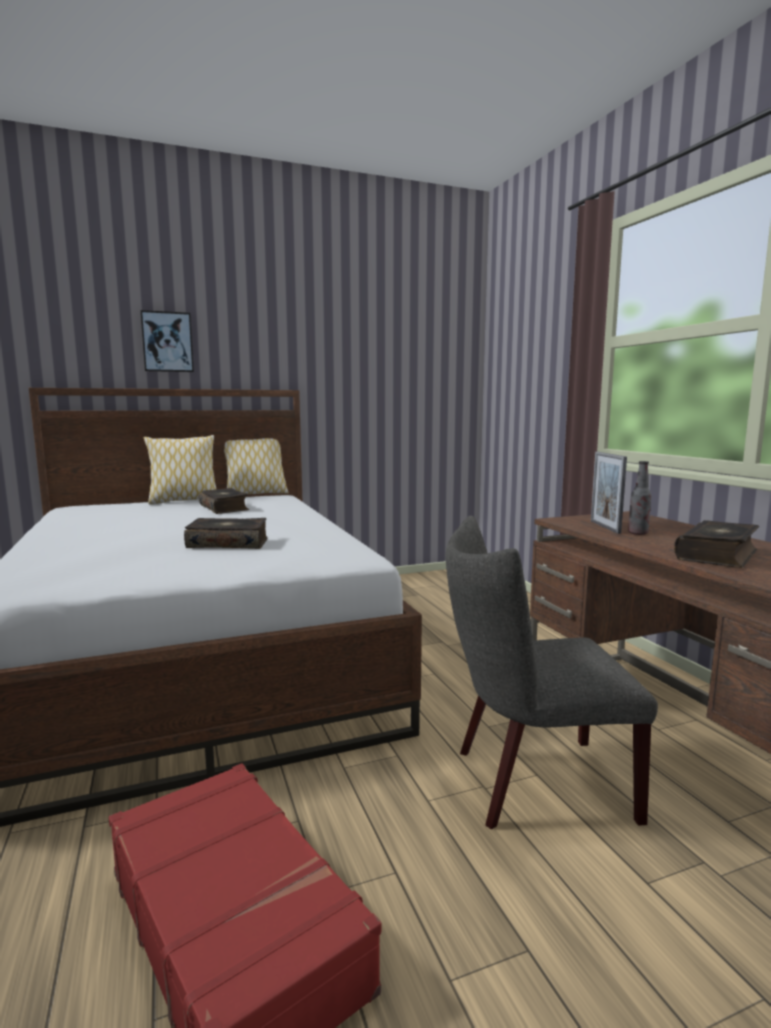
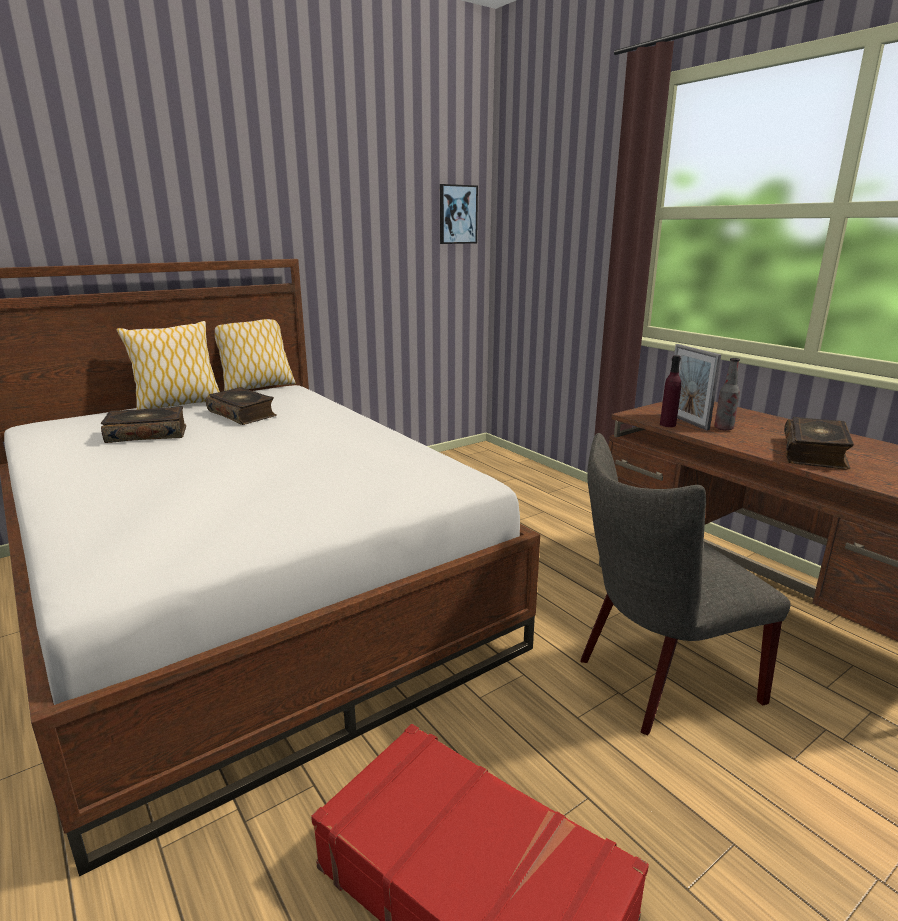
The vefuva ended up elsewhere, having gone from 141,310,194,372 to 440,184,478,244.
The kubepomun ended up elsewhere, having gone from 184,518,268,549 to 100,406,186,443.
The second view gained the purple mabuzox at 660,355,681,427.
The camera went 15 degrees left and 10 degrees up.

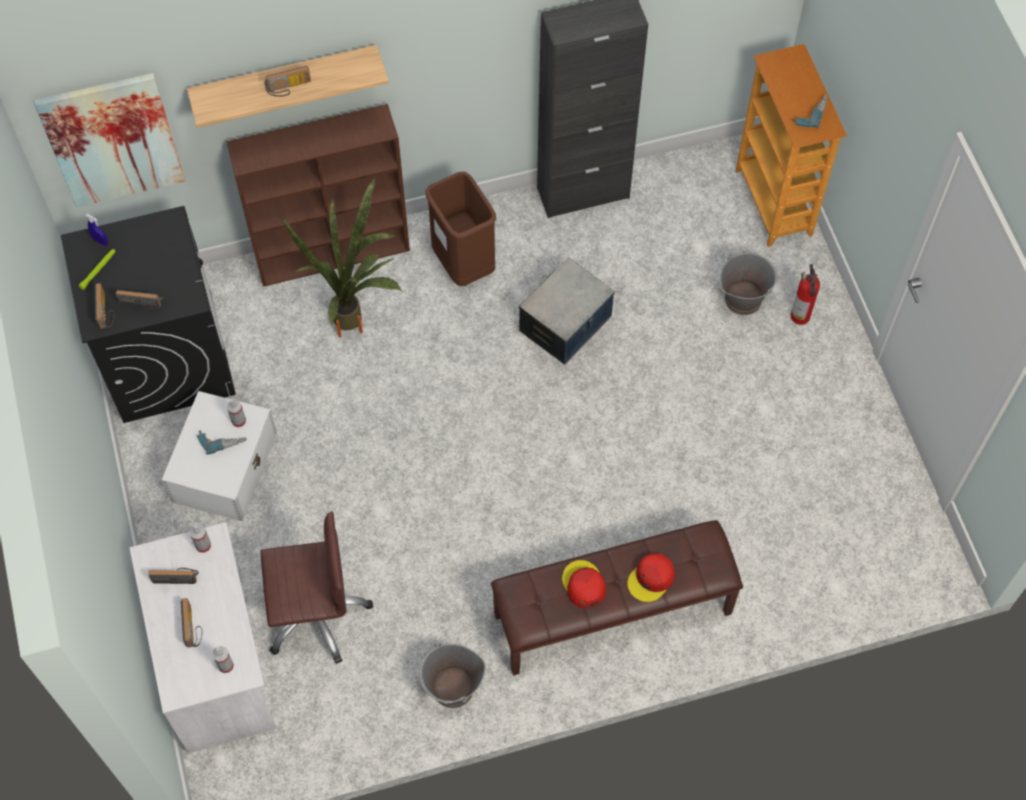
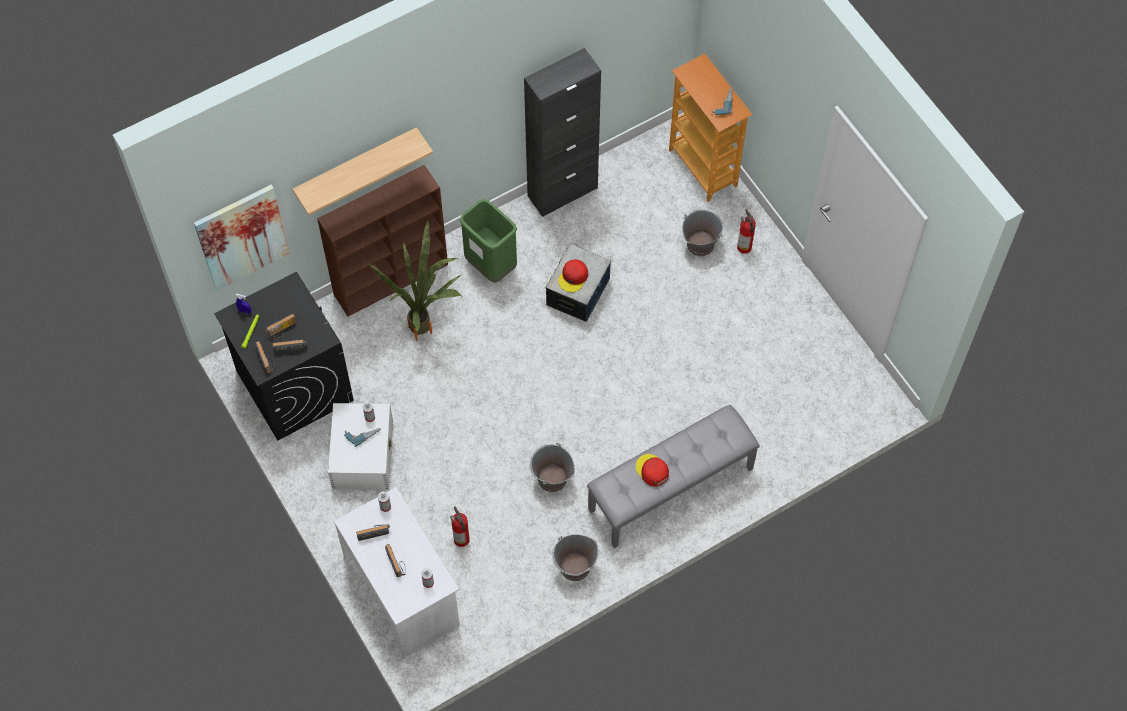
The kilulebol ended up elsewhere, having gone from 264,66,311,97 to 266,314,296,339.
What was the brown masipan at 425,171,496,286 turned into the green masipan at 459,199,517,283.
Where the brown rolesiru stood at 260,511,373,664, the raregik came to stand at 450,507,470,547.
What was the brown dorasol at 491,520,743,676 turned into the grey dorasol at 587,405,760,548.
The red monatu ended up elsewhere, having gone from 627,553,675,602 to 558,259,588,292.
The second view gained the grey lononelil at 530,442,575,492.
The camera went 15 degrees left and 0 degrees up.

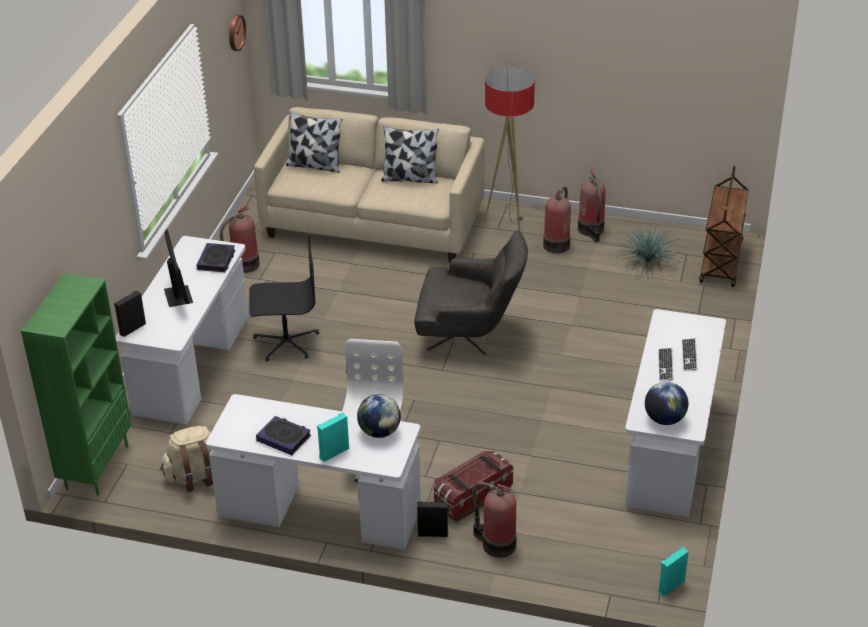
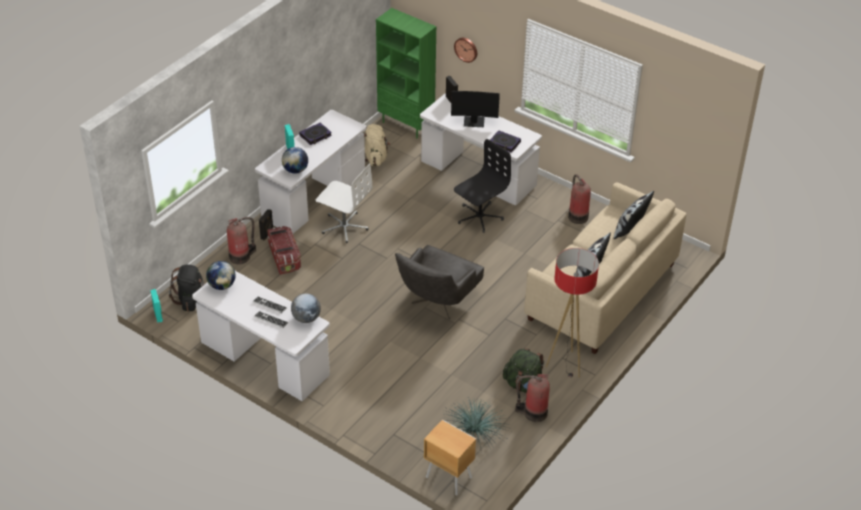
The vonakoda ended up elsewhere, having gone from 229,15,246,51 to 454,38,477,63.
Where the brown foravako stood at 700,166,749,287, the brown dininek came to stand at 424,419,477,495.
Where the raregik stood at 543,186,571,254, the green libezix came to stand at 503,348,544,393.
The black rolesiru at 249,235,319,361 ended up facing another way, 150 degrees counterclockwise from before.
The second view gained the black libezix at 169,264,204,312.
The second view gained the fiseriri at 291,293,321,323.
The camera went 110 degrees right and 5 degrees up.

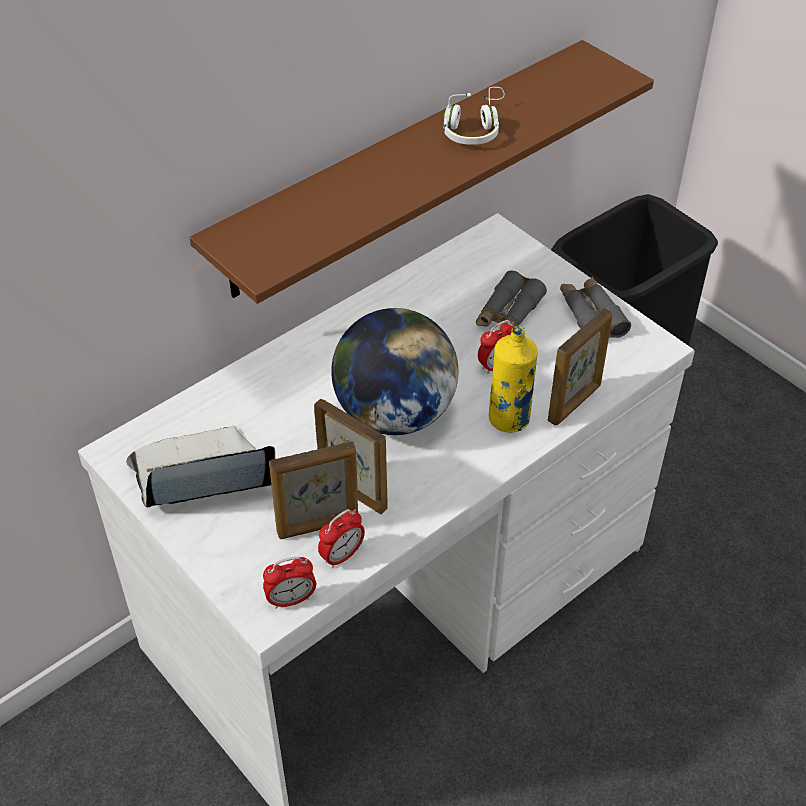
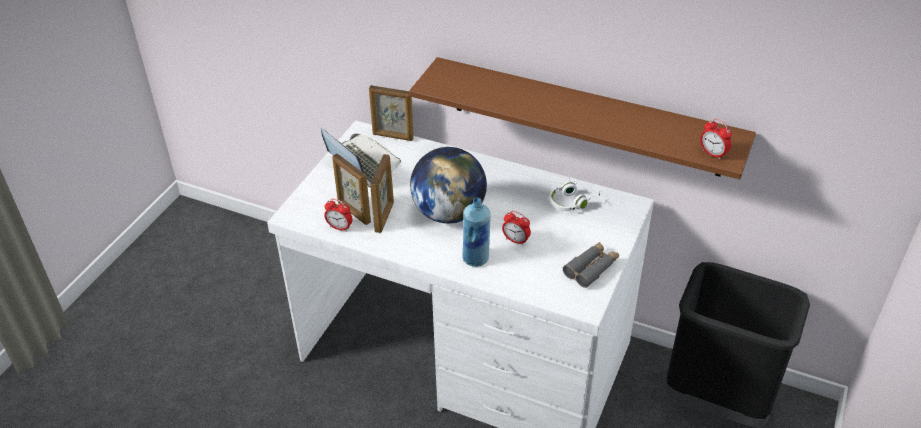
The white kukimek ended up elsewhere, having gone from 443,87,505,145 to 549,177,606,211.
The second view lost the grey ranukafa at 476,271,547,329.
The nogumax ended up elsewhere, having gone from 548,308,613,425 to 369,85,414,141.
What was the yellow mabuzox at 489,326,538,433 turned into the blue mabuzox at 462,198,491,267.
The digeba ended up elsewhere, having gone from 263,557,316,609 to 700,119,732,160.
The camera went 65 degrees right and 5 degrees down.

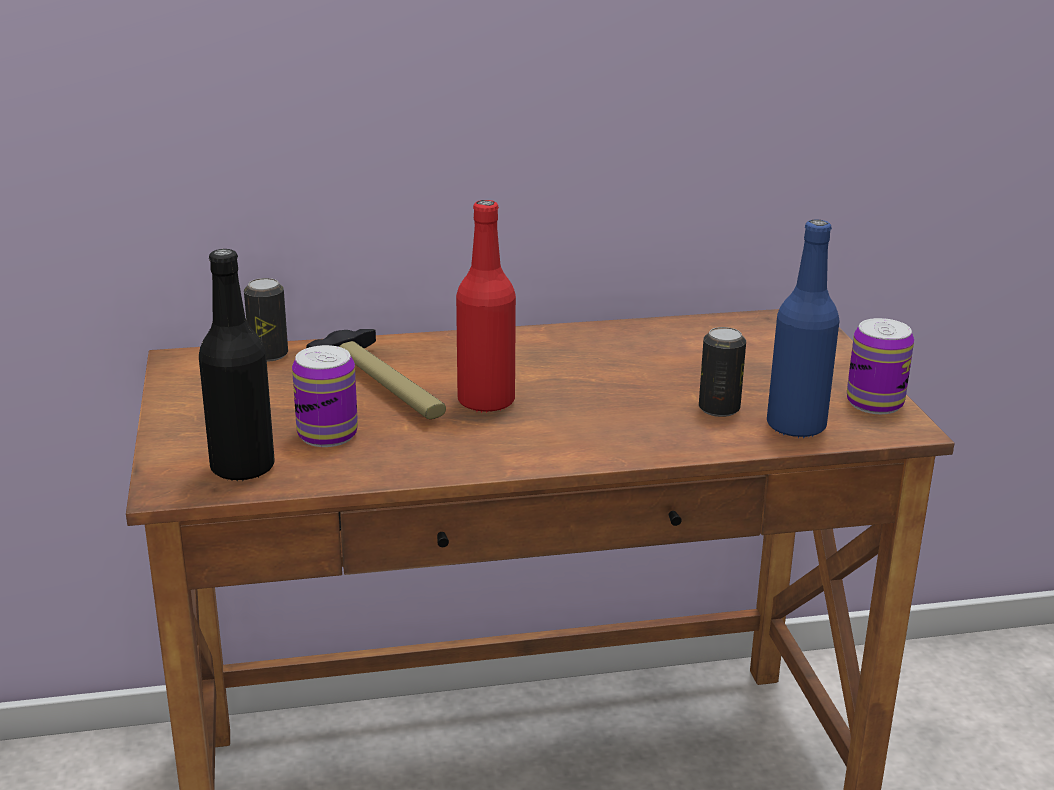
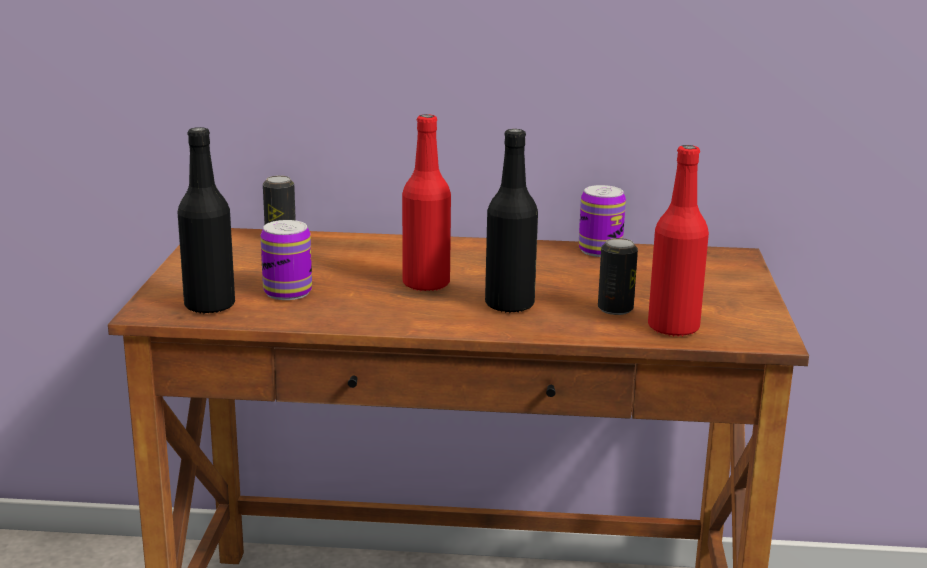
What was the blue mabuzox at 767,220,840,438 turned into the red mabuzox at 648,145,709,337.
The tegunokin ended up elsewhere, having gone from 847,318,914,414 to 579,185,626,257.
The second view lost the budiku at 306,329,446,419.
The second view gained the black mabuzox at 485,129,538,313.
The camera went 15 degrees right and 5 degrees down.

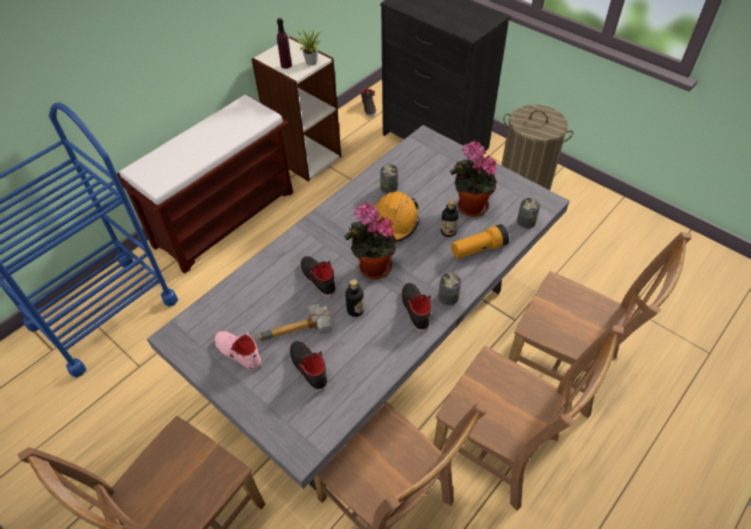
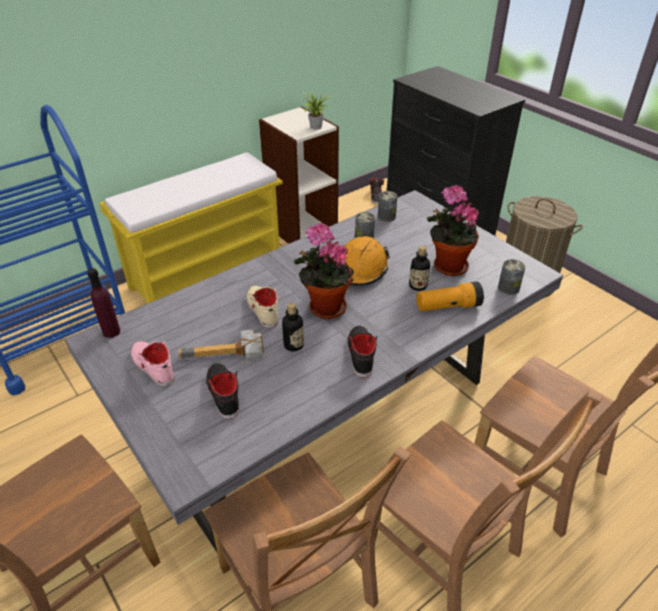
The purple mabuzox ended up elsewhere, having gone from 277,18,292,69 to 87,268,120,338.
What was the brown dorasol at 117,95,293,274 turned into the yellow dorasol at 100,152,283,304.
What was the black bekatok at 300,256,336,297 turned into the beige bekatok at 247,286,278,328.
The tegunokin ended up elsewhere, having gone from 438,272,461,306 to 378,191,398,222.
The camera went 10 degrees right and 10 degrees down.

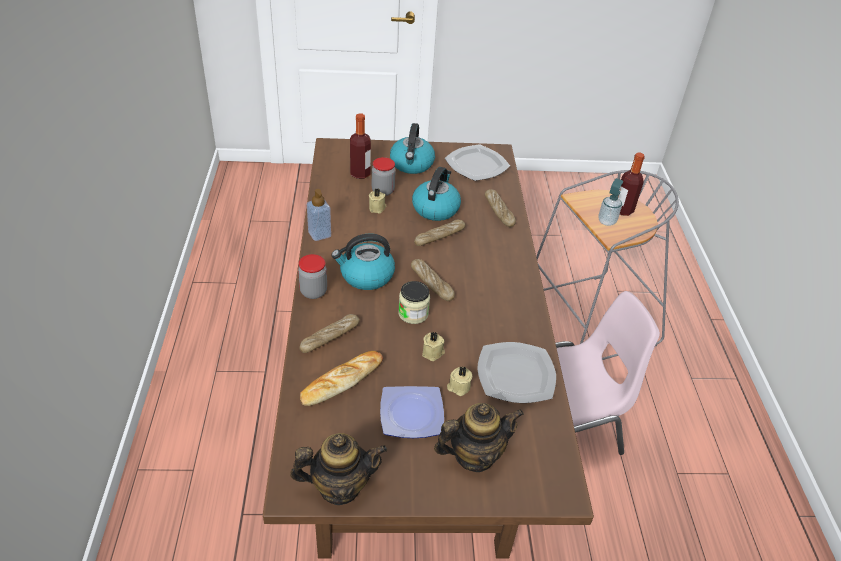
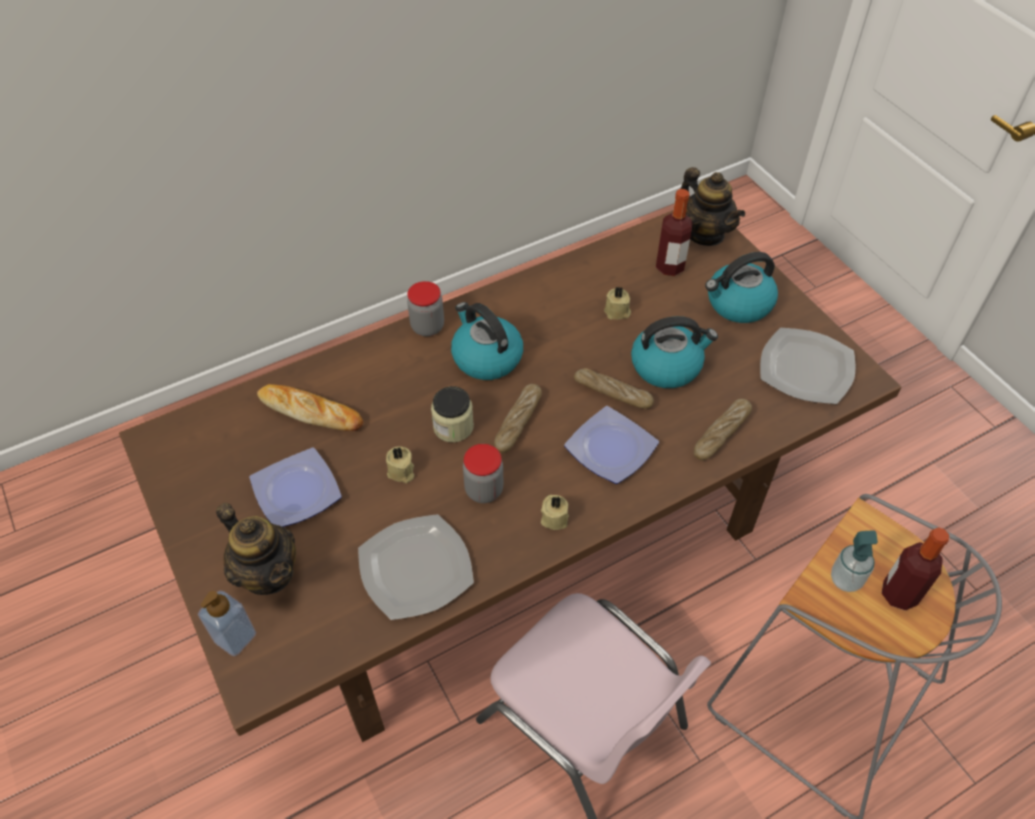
The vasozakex ended up elsewhere, having gone from 372,157,396,196 to 463,444,504,503.
The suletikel ended up elsewhere, having gone from 307,189,331,241 to 198,591,256,656.
The second view lost the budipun at 299,314,359,353.
The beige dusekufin ended up elsewhere, having gone from 447,366,472,396 to 541,495,569,530.
The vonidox ended up elsewhere, having gone from 290,433,387,505 to 681,167,745,246.
The second view gained the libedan at 564,406,659,484.
The camera went 65 degrees right and 10 degrees up.

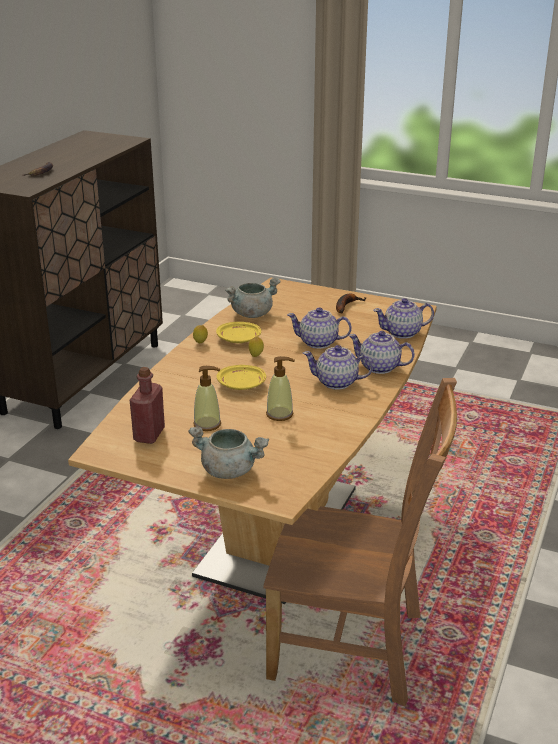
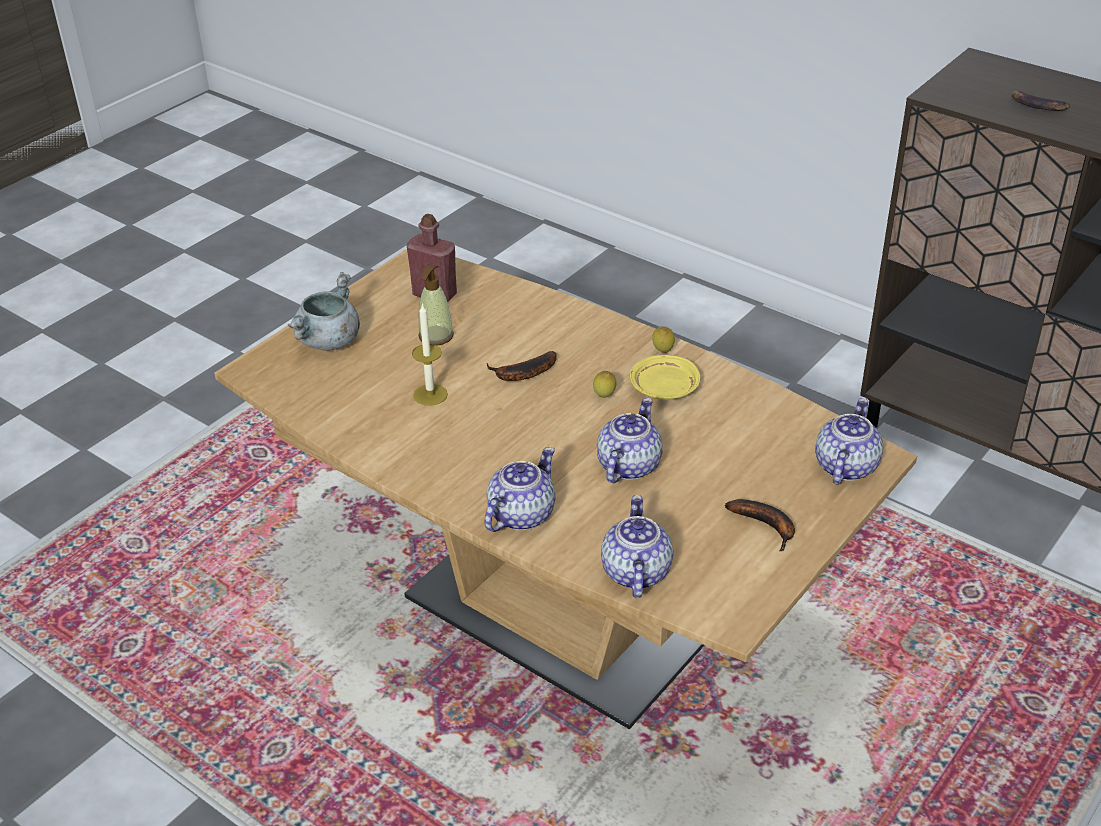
The second view lost the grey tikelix at 225,278,281,318.
The vonidox ended up elsewhere, having gone from 303,345,373,390 to 815,398,883,485.
Where the suletikel stood at 266,356,295,421, the dusekufin came to stand at 412,303,448,406.
Where the yellow libedan stood at 217,365,266,390, the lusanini came to stand at 487,351,557,381.
The second view lost the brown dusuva at 263,378,457,706.
The camera went 105 degrees right and 10 degrees up.

